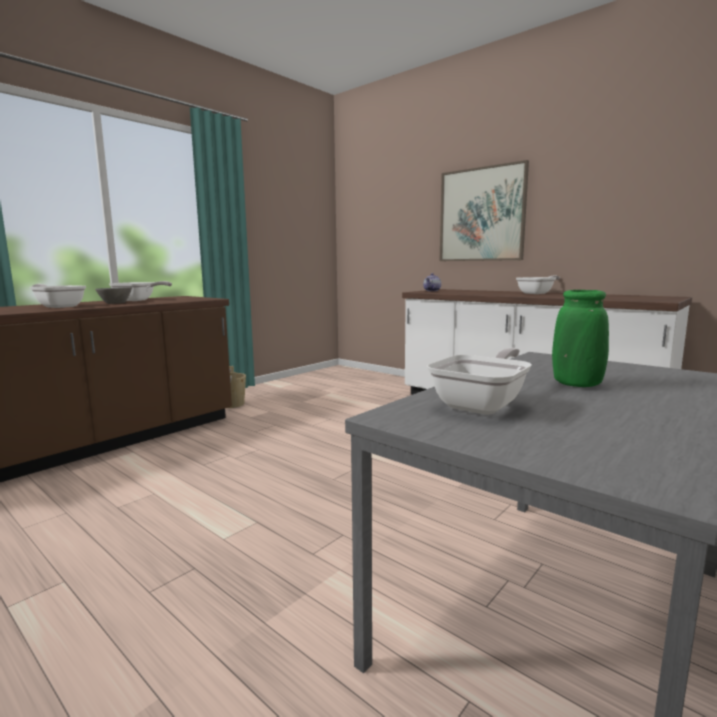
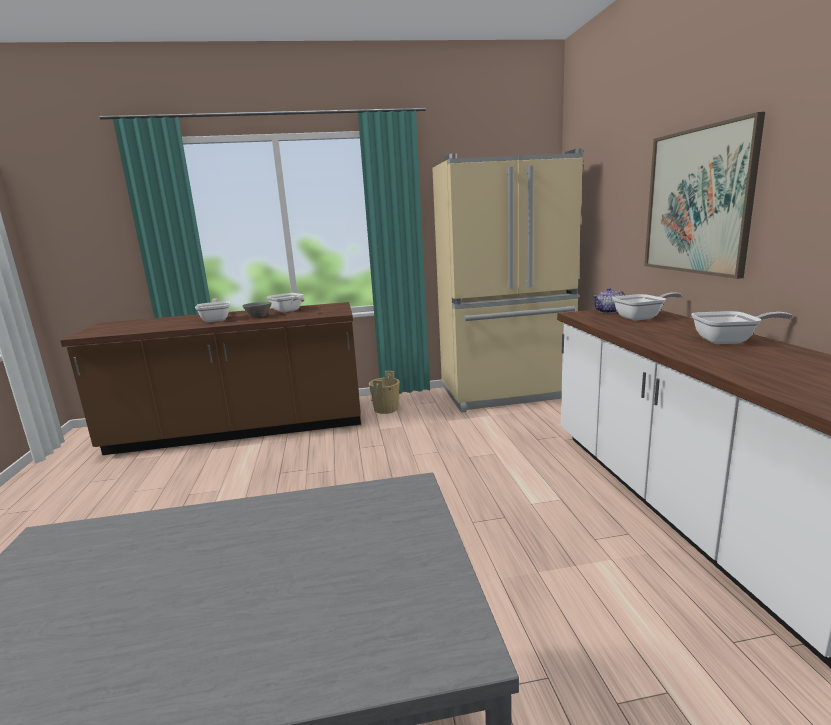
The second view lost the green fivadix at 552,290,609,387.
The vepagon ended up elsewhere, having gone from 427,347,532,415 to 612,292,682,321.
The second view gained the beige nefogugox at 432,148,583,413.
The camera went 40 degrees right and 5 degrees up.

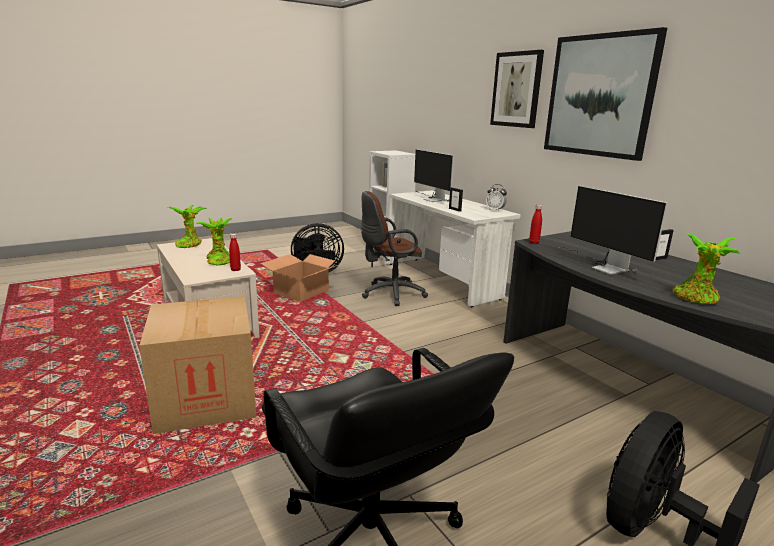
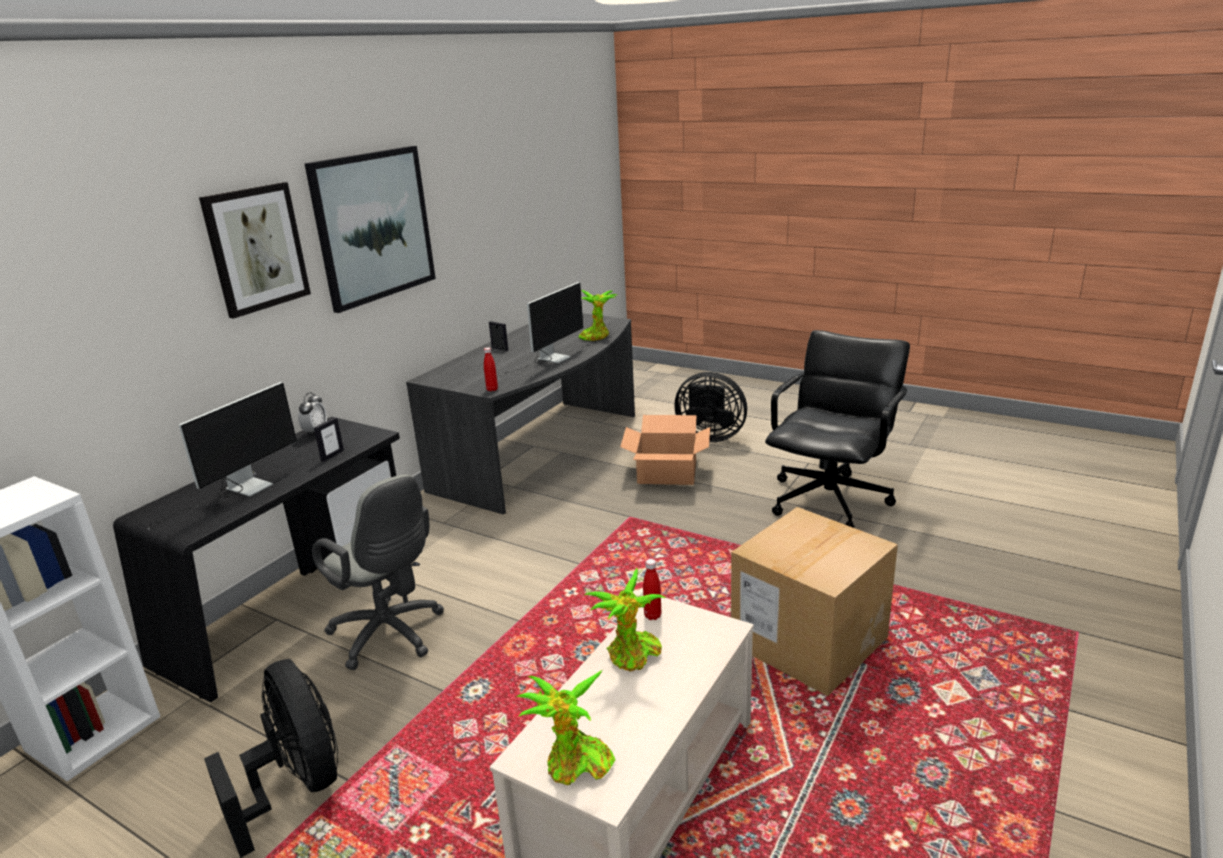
What was the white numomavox at 383,190,521,307 turned into the black numomavox at 113,417,400,703.
What was the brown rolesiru at 361,191,428,306 turned into the grey rolesiru at 312,474,444,670.
The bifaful ended up elsewhere, having gone from 260,254,340,302 to 620,415,710,485.
The camera went 115 degrees left and 5 degrees up.

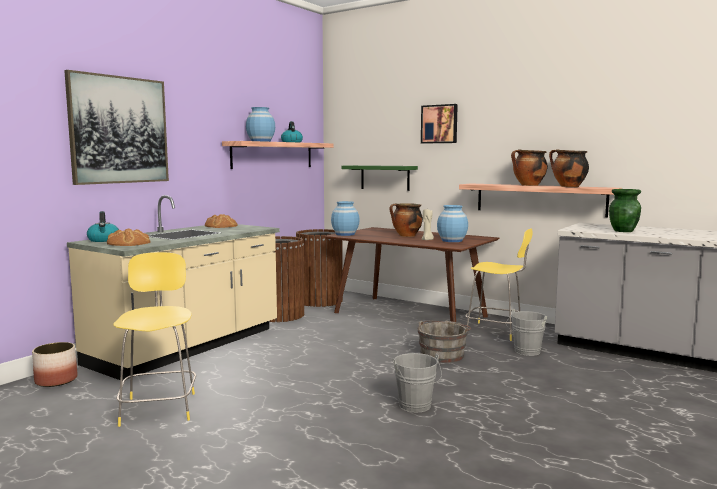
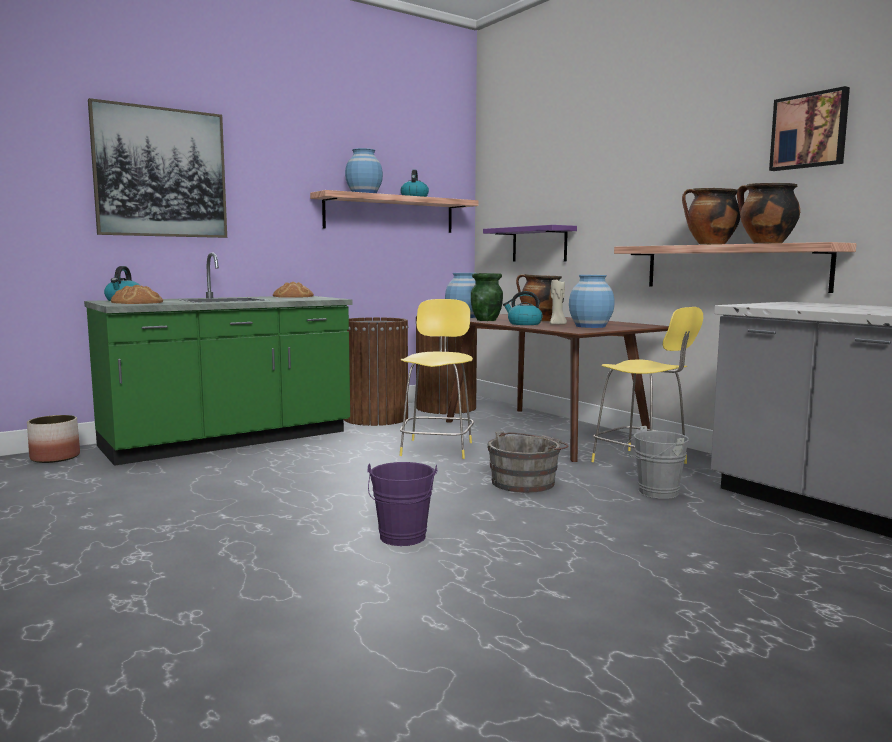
The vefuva ended up elsewhere, having gone from 421,104,458,143 to 769,86,850,171.
What was the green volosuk at 342,165,418,191 turned into the purple volosuk at 483,225,577,261.
The green fivadix ended up elsewhere, having gone from 609,189,641,232 to 471,273,503,321.
What was the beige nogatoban at 67,195,280,380 turned into the green nogatoban at 84,252,353,466.
The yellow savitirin ended up elsewhere, having gone from 113,252,196,427 to 399,299,474,459.
What was the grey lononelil at 392,353,442,413 turned into the purple lononelil at 367,462,437,546.
The second view gained the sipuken at 503,291,543,325.
The camera went 20 degrees right and 0 degrees up.

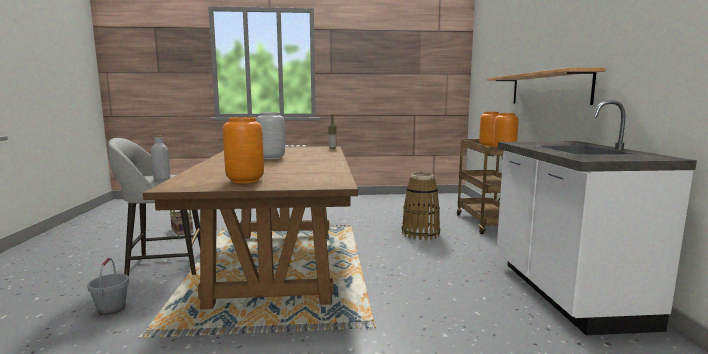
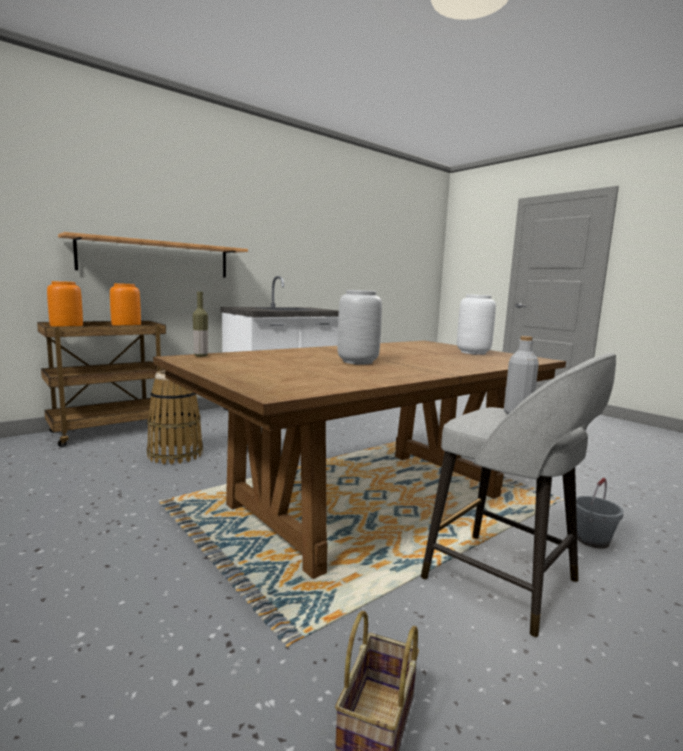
What was the orange fivadix at 223,117,264,183 turned into the white fivadix at 457,294,496,355.
The camera went 125 degrees left and 0 degrees up.

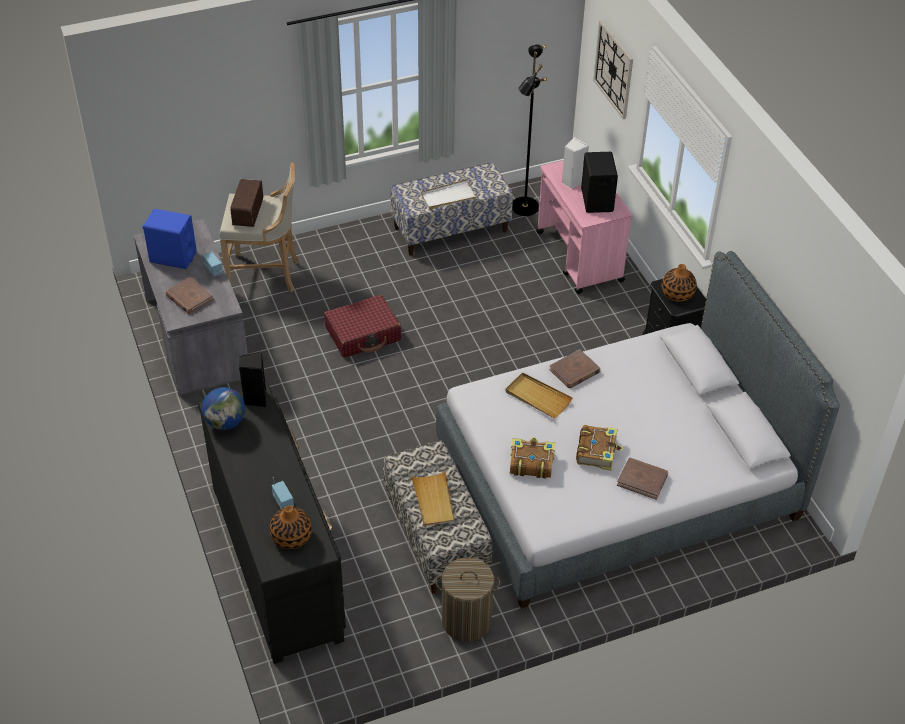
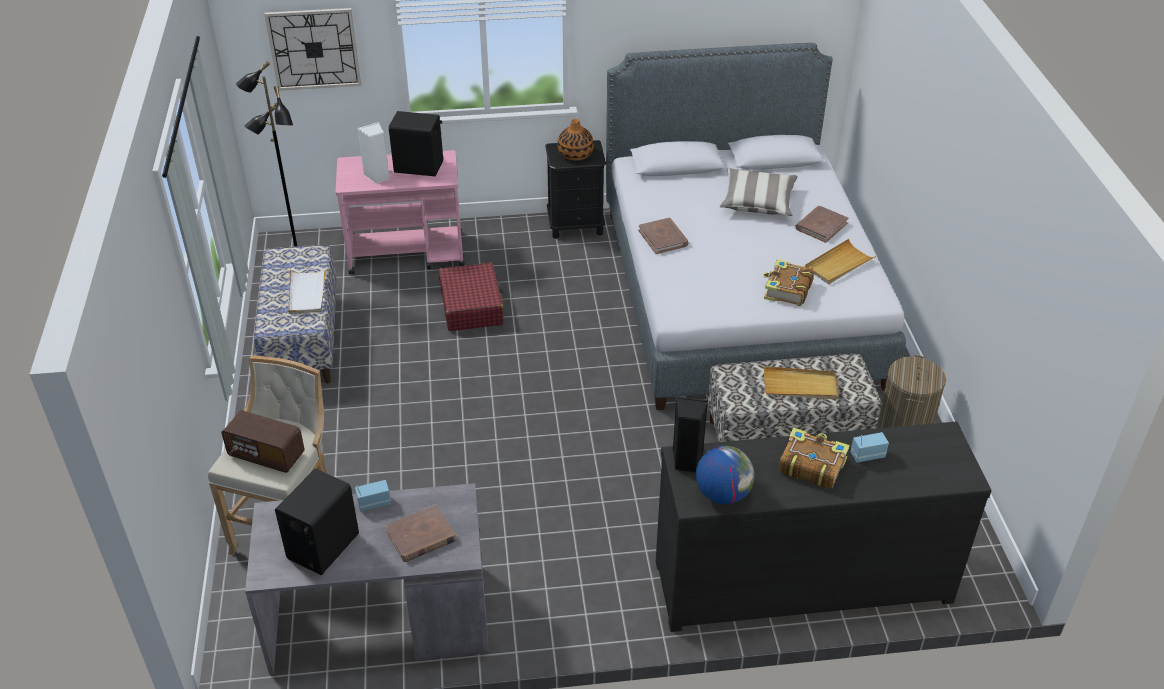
What was the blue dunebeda at 142,209,197,269 turned into the black dunebeda at 275,469,359,575.
The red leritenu ended up elsewhere, having gone from 324,295,401,358 to 439,262,504,331.
The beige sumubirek ended up elsewhere, having gone from 505,372,573,418 to 805,239,876,284.
The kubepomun ended up elsewhere, having gone from 576,425,623,470 to 779,428,850,488.
The second view lost the fivadix at 269,505,312,549.
The second view gained the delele at 719,168,798,216.
The camera went 75 degrees left and 5 degrees down.

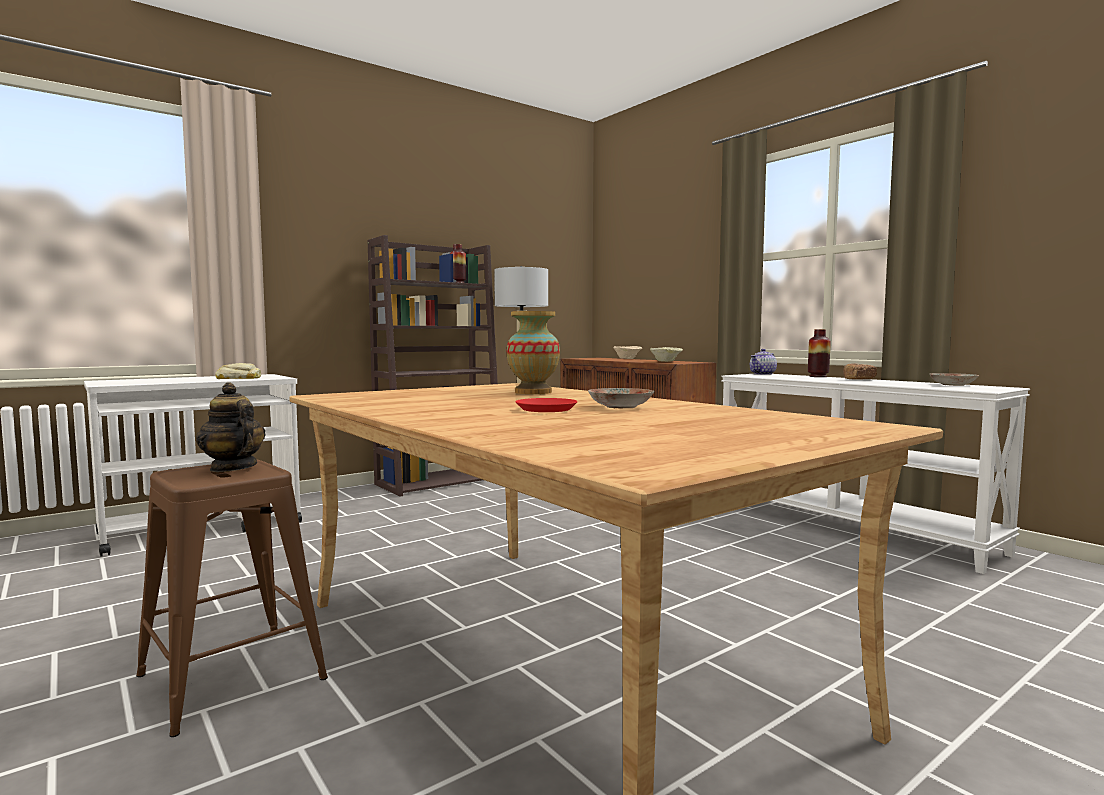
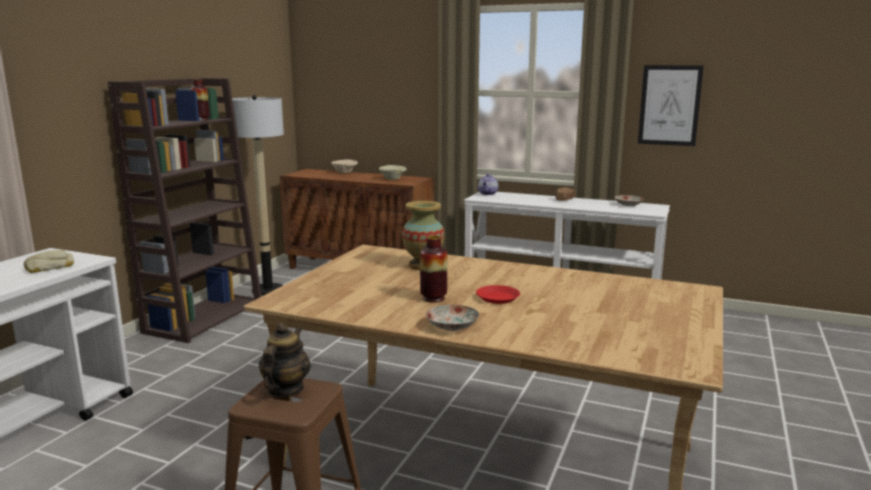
The fivadix ended up elsewhere, having gone from 808,329,831,377 to 420,236,447,302.
The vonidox at 196,382,265,472 ended up facing another way, 90 degrees clockwise from before.
The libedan ended up elsewhere, having gone from 588,388,654,408 to 426,305,479,331.
The second view gained the vefuva at 638,65,704,146.
The camera went 30 degrees left and 10 degrees up.

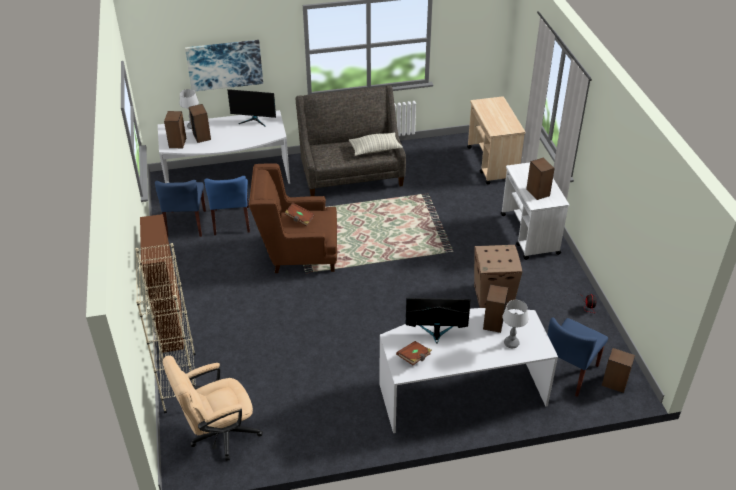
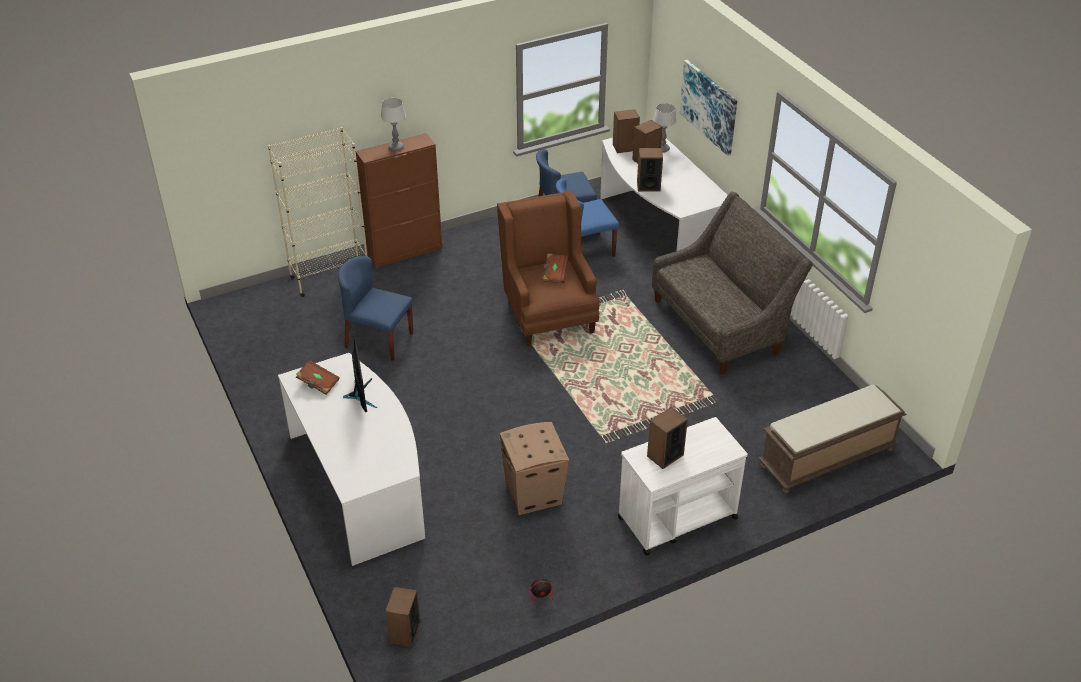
The second view lost the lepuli at 227,89,276,126.
Where the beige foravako stood at 467,96,525,185, the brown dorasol came to stand at 758,385,906,494.
The second view lost the delele at 349,132,403,156.
The dunebeda ended up elsewhere, having gone from 483,284,508,333 to 637,148,663,191.
The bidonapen ended up elsewhere, having gone from 502,300,528,348 to 381,98,406,151.
The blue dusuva ended up elsewhere, having gone from 548,317,608,397 to 338,256,413,361.
The second view lost the beige rolesiru at 163,355,263,461.
The camera went 75 degrees right and 0 degrees up.

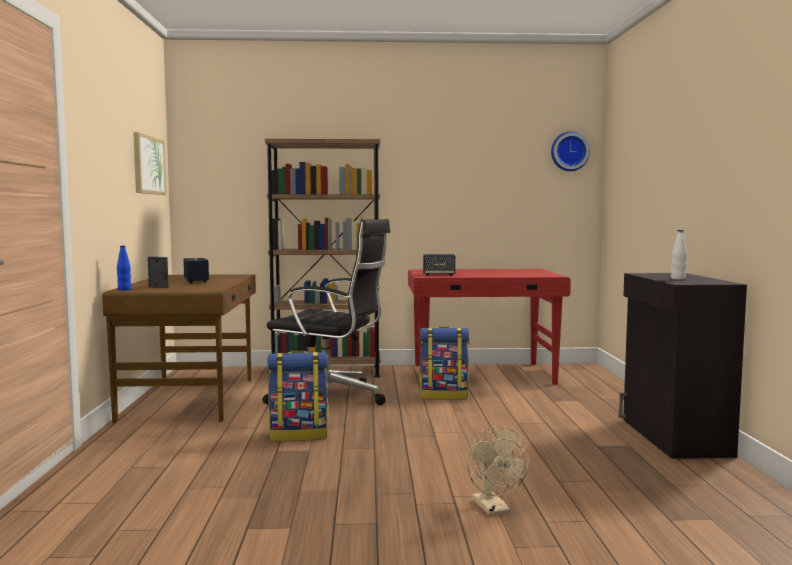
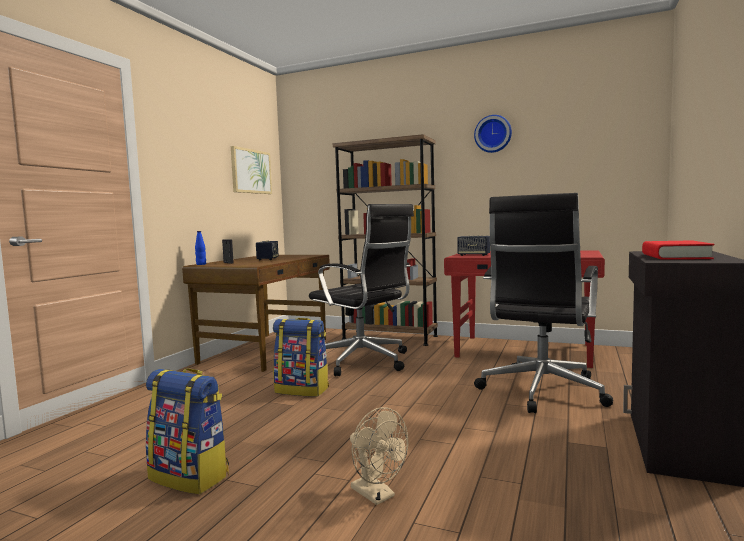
The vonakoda ended up elsewhere, having gone from 551,131,590,171 to 474,115,512,153.
Where the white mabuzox stood at 671,230,687,280, the red kubepomun came to stand at 642,240,714,260.
The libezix ended up elsewhere, having gone from 419,327,469,400 to 145,368,229,494.
The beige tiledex at 467,426,529,516 ended up facing another way, 45 degrees counterclockwise from before.
The second view gained the black rolesiru at 474,193,613,413.
The camera went 25 degrees right and 0 degrees up.

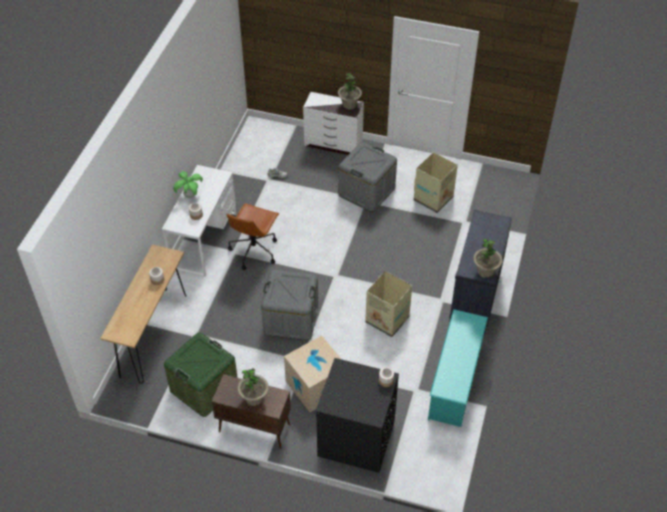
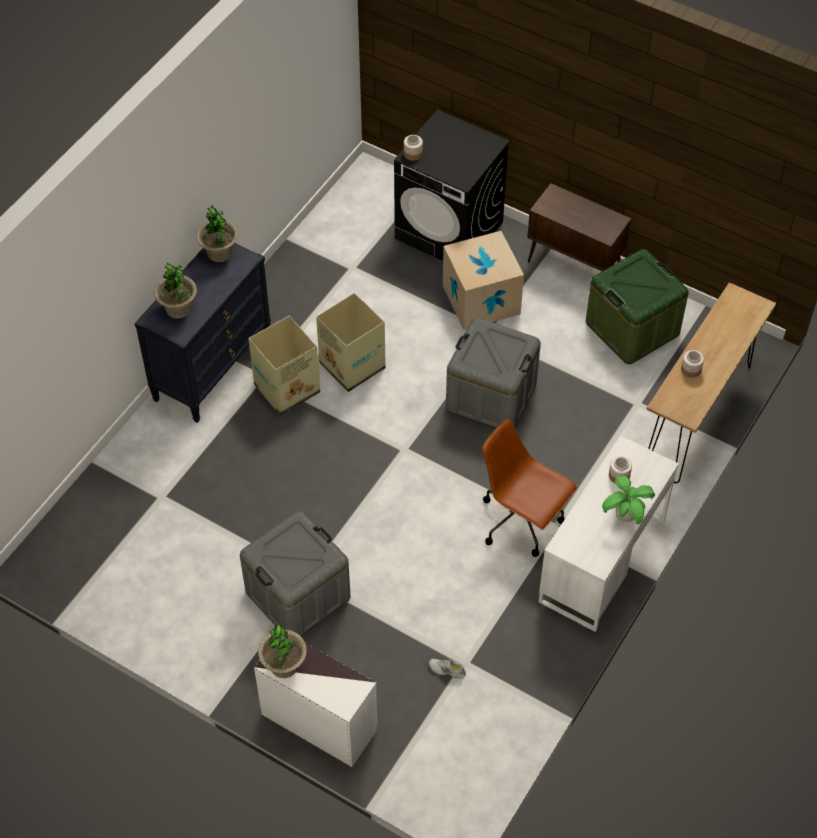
The bifaful ended up elsewhere, having gone from 414,152,458,213 to 248,316,320,415.
The brown rolesiru at 226,203,279,270 ended up facing another way, 90 degrees counterclockwise from before.
The second view lost the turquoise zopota at 428,309,488,427.
The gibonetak ended up elsewhere, having gone from 238,368,269,406 to 154,263,197,319.
The camera went 165 degrees left and 5 degrees up.

